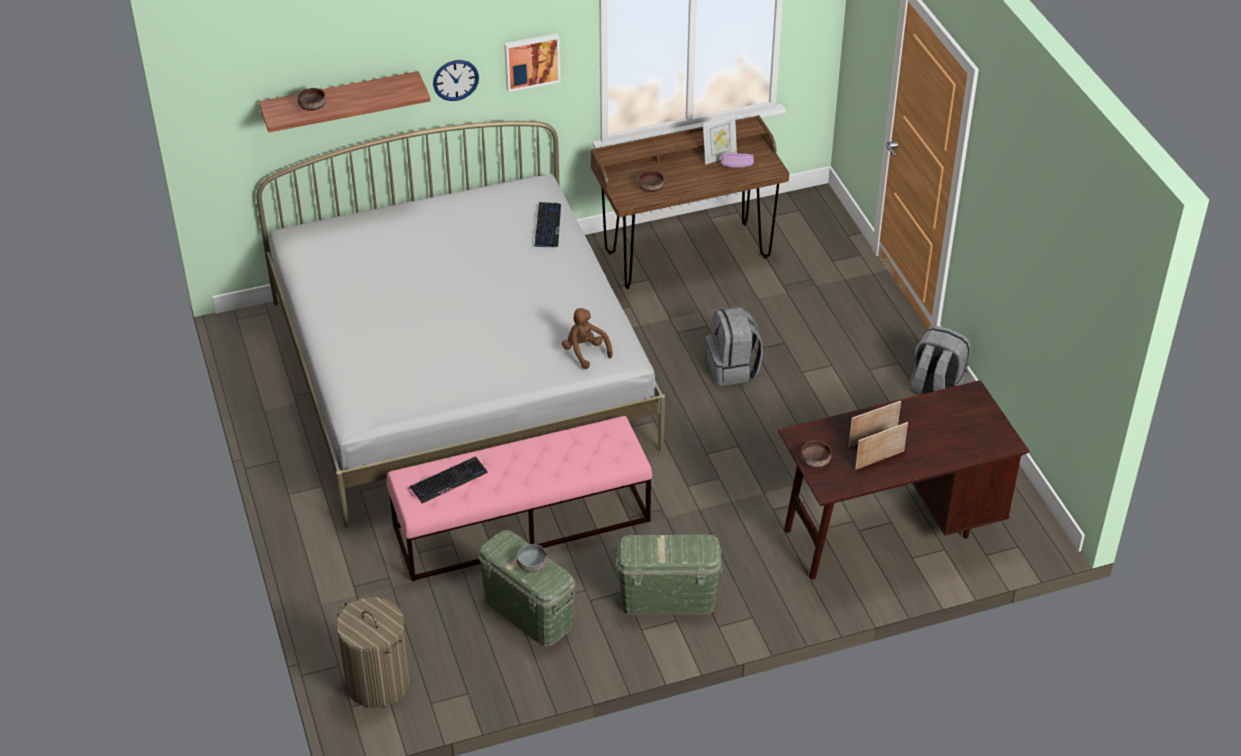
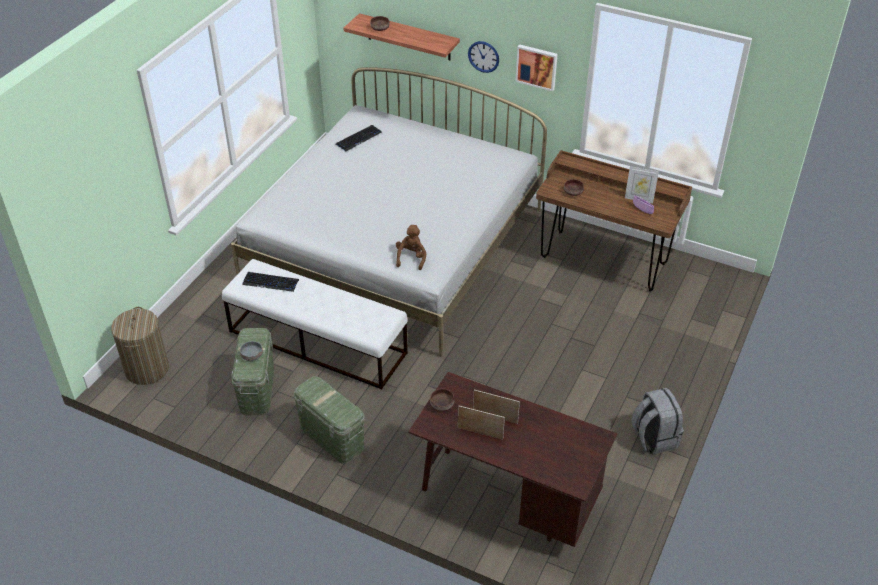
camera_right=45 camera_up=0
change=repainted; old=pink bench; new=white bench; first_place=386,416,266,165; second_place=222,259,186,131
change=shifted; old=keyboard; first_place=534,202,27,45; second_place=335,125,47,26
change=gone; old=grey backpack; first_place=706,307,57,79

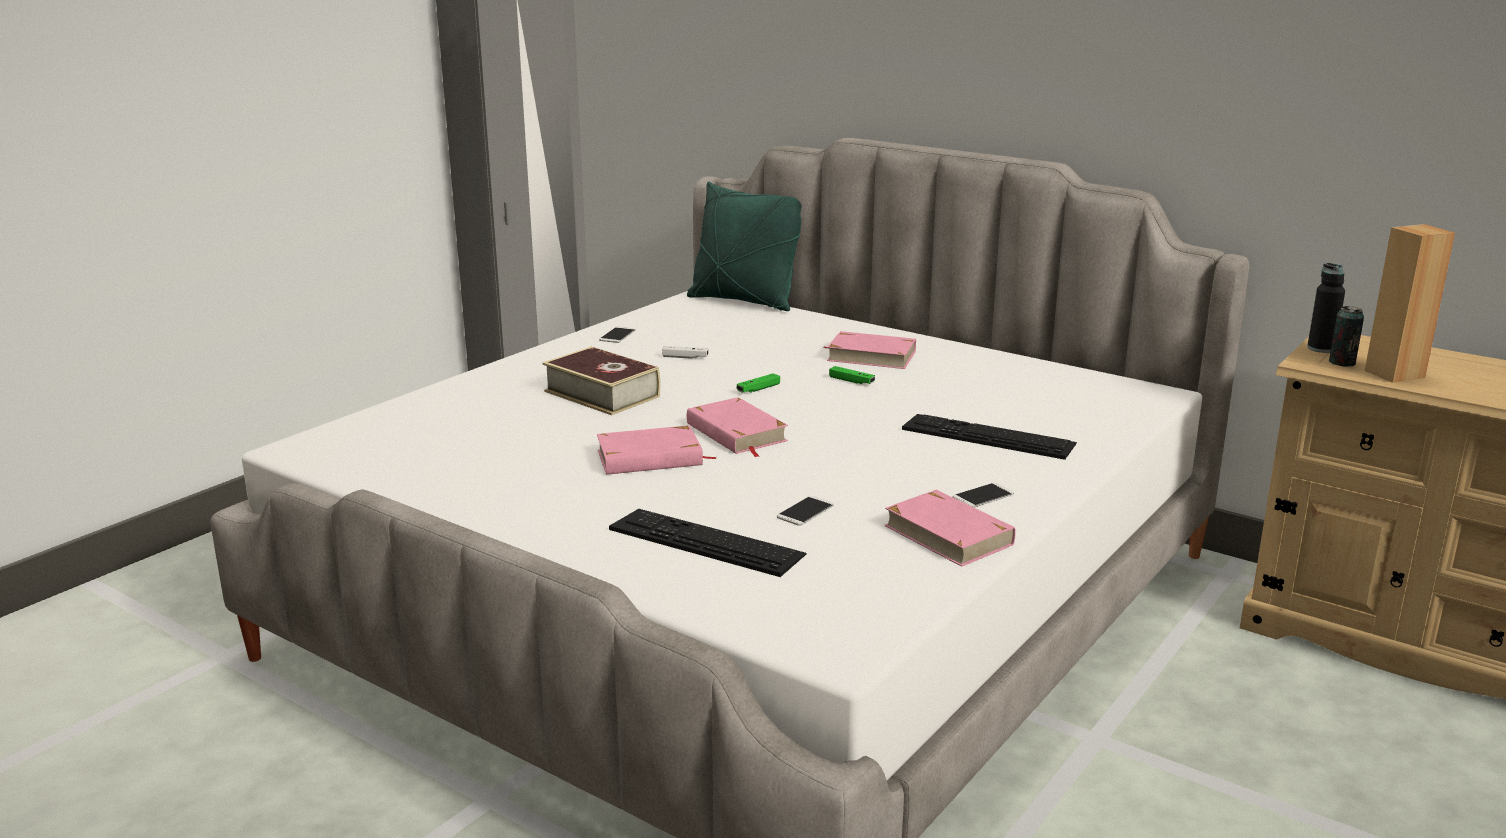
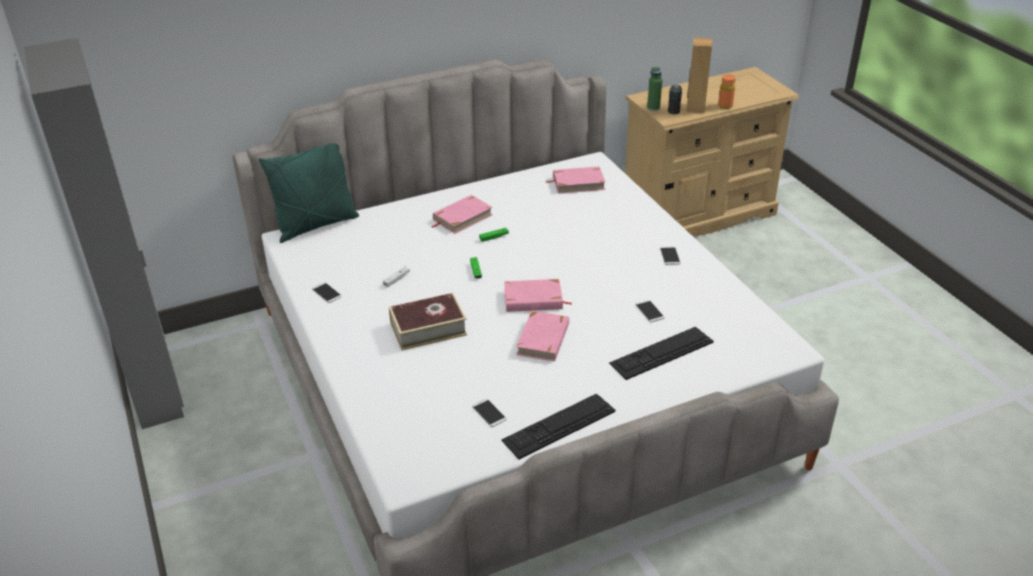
camera_right=-60 camera_up=15
change=new; new=phone; second_place=472,399,34,28
change=shifted; old=keyboard; first_place=902,414,175,46; second_place=501,394,114,65
change=shifted; old=pink book; first_place=885,490,131,77; second_place=546,166,60,28
change=repainted; old=black bottle; new=green bottle; first_place=1307,263,38,90; second_place=647,67,15,44
change=new; new=orange bottle; second_place=718,75,18,34

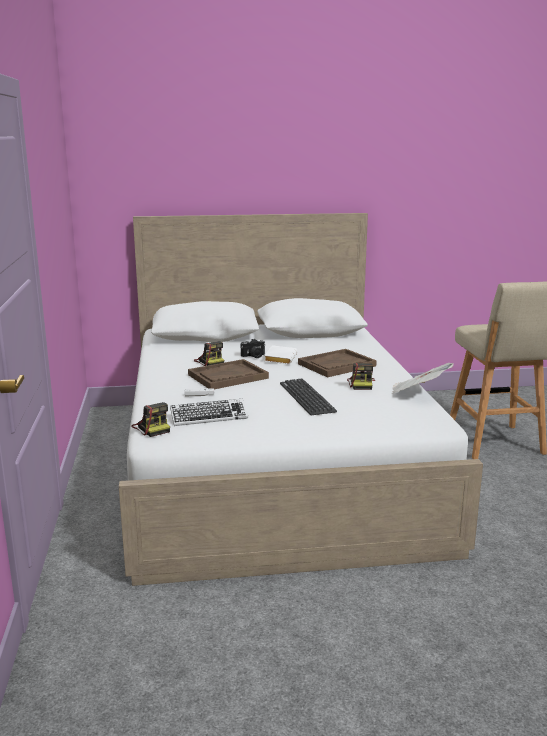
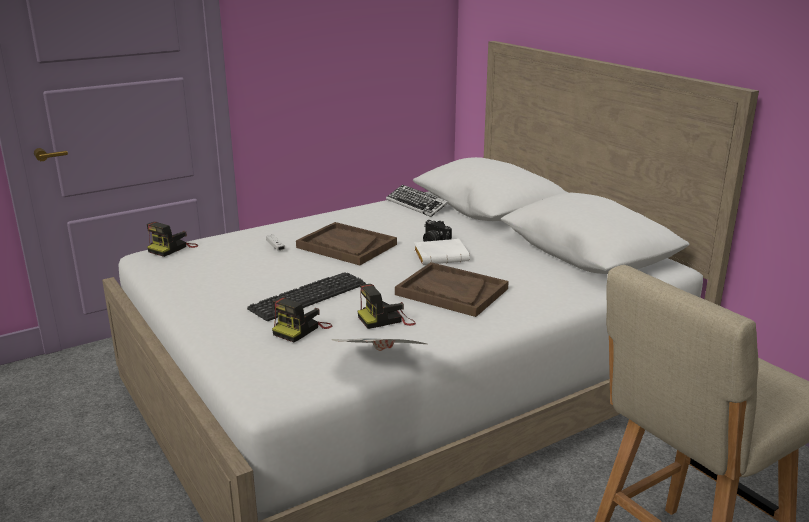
camera_right=65 camera_up=5
change=shifted; old=photo camera; first_place=194,341,30,25; second_place=272,297,60,45
change=shifted; old=keyboard; first_place=170,399,78,27; second_place=386,185,63,32

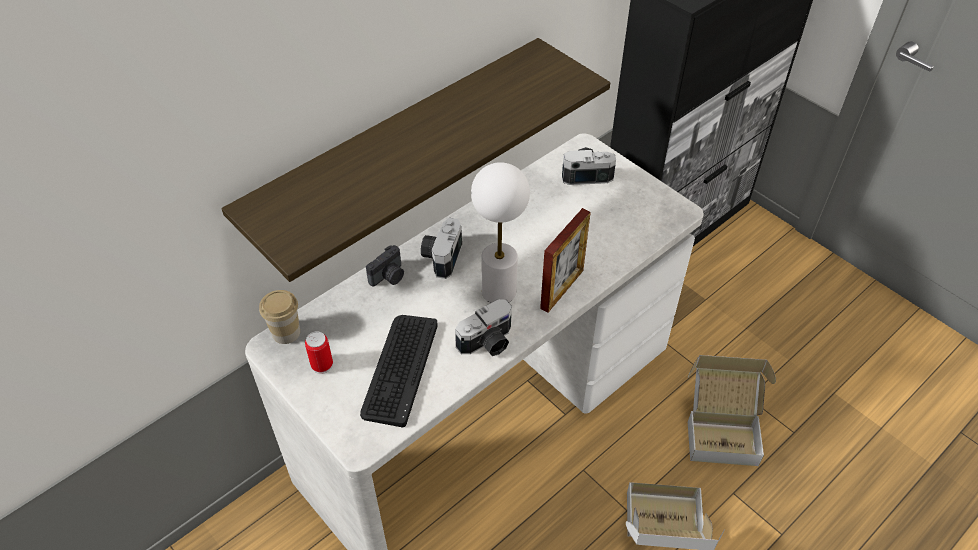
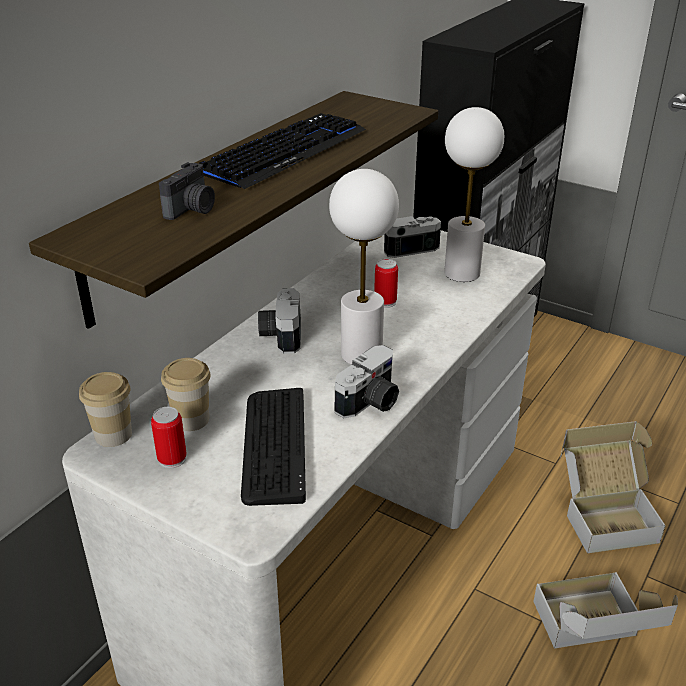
camera_right=-15 camera_up=-15
change=shifted; old=photo camera; first_place=366,245,38,42; second_place=159,162,56,58
change=new; new=cup; second_place=161,358,50,73
change=new; new=keyboard; second_place=199,113,167,76
change=new; new=can; second_place=374,259,24,49
change=new; new=white table lamp; second_place=444,107,60,175
change=gone; old=picture frame; first_place=540,208,51,105

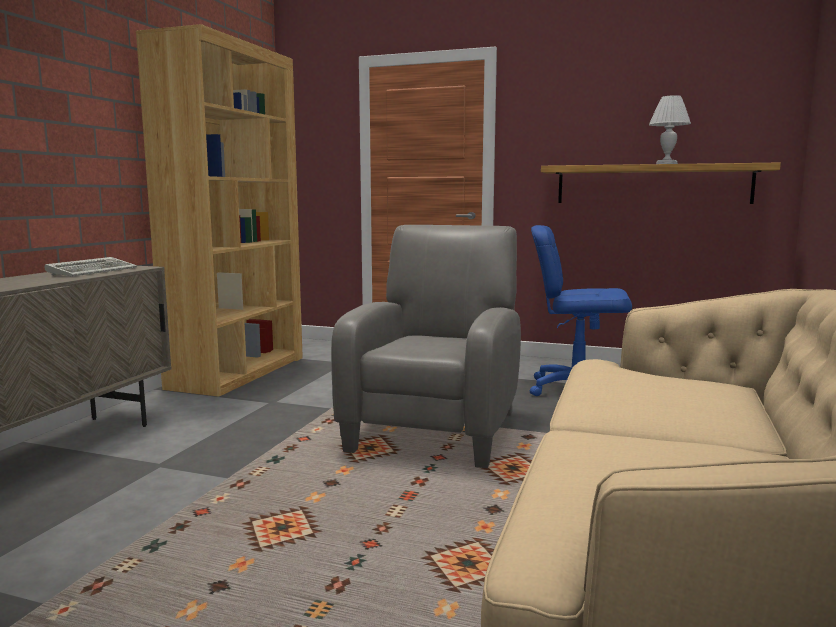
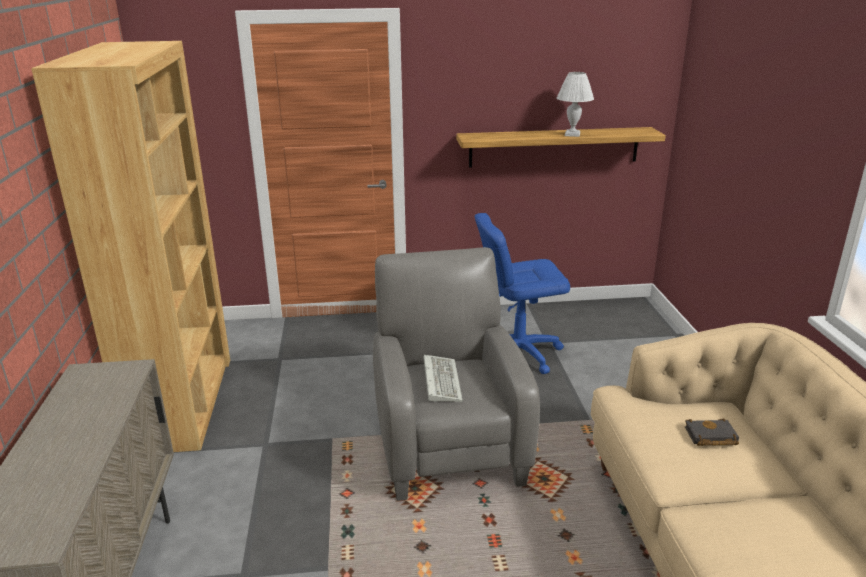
camera_right=-25 camera_up=15
change=shifted; old=keyboard; first_place=45,257,92,20; second_place=424,355,39,47
change=new; new=black book; second_place=685,419,54,27

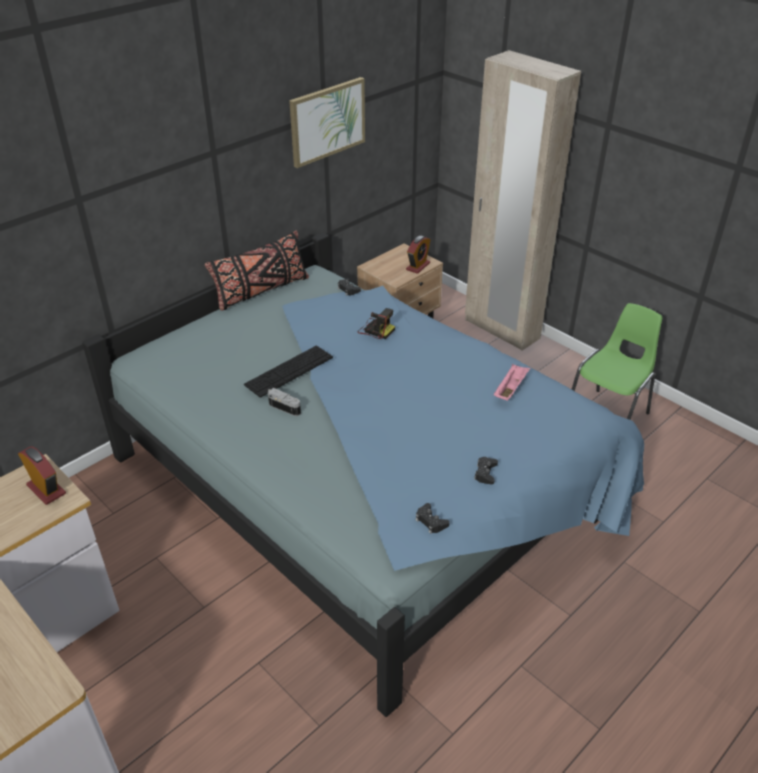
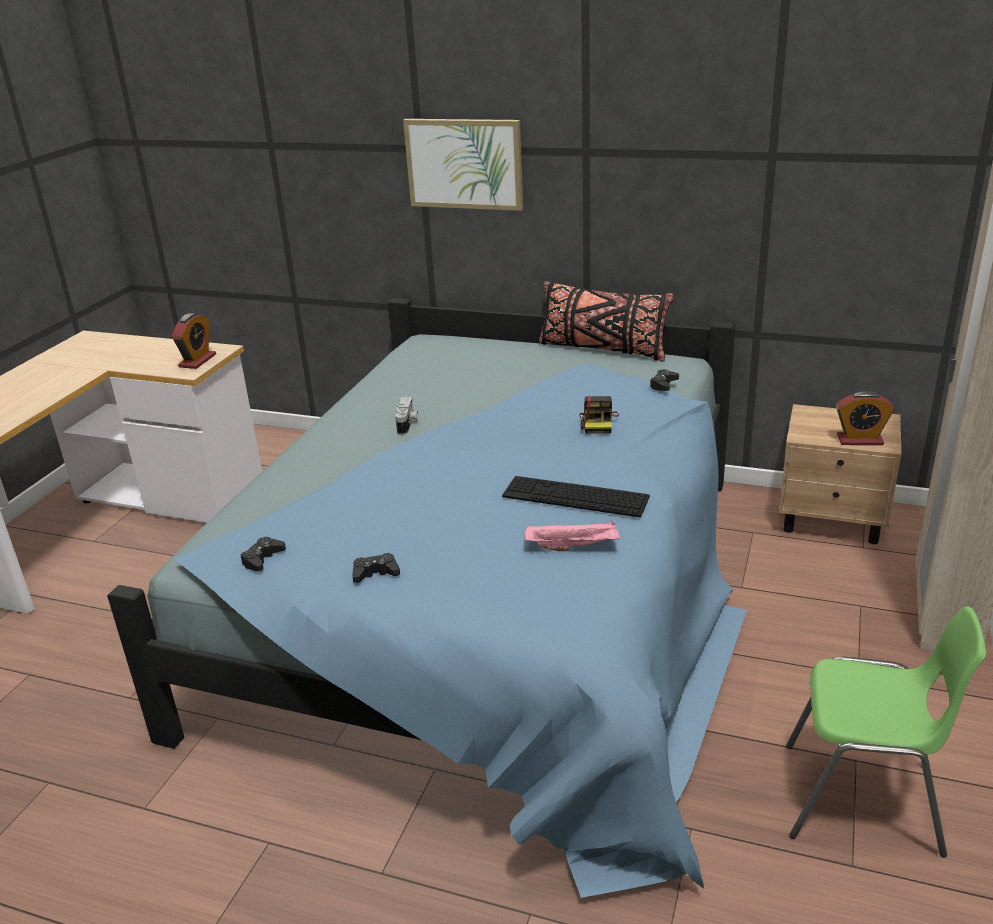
camera_right=65 camera_up=-10
change=shifted; old=picture; first_place=289,77,76,91; second_place=403,119,120,92
change=shifted; old=keyboard; first_place=244,346,89,52; second_place=502,476,148,41

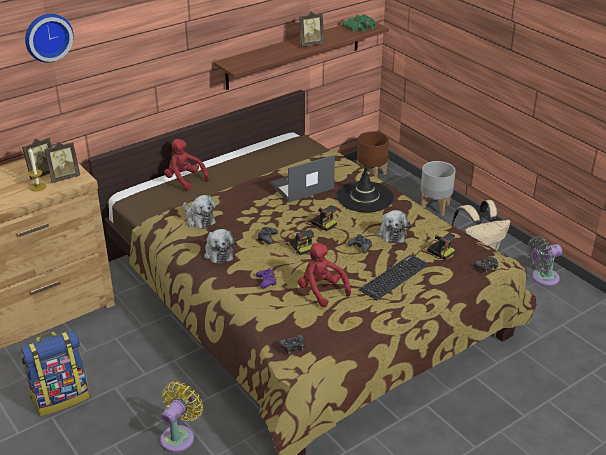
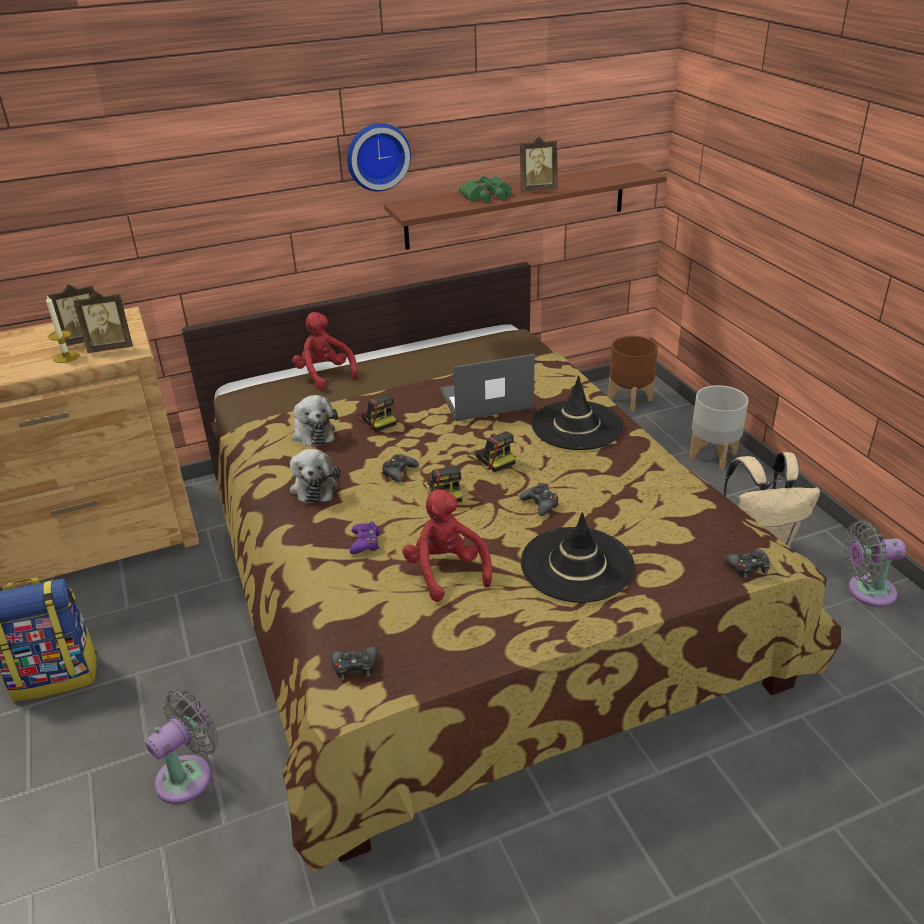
camera_right=15 camera_up=0
change=repainted; old=yellow fan; new=grey fan; first_place=160,382,43,71; second_place=145,688,74,116
change=shifted; old=wall clock; first_place=25,14,49,49; second_place=347,123,64,68
change=shifted; old=photo camera; first_place=421,233,34,27; second_place=355,394,42,38
change=shifted; old=green binoculars; first_place=342,14,34,18; second_place=459,176,53,27
change=swapped; old=keyboard; new=black hat; first_place=359,255,69,45; second_place=521,512,114,91
change=gone; old=plush toy; first_place=378,210,33,33

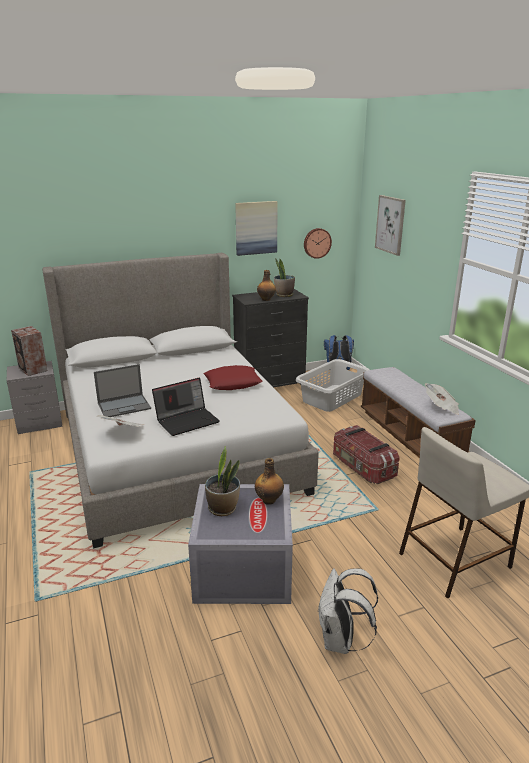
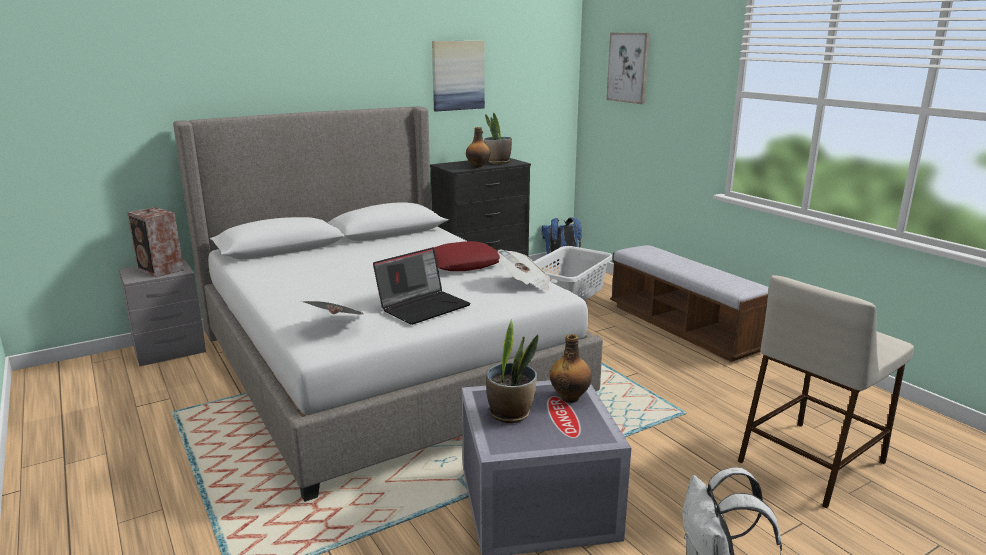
camera_right=-10 camera_up=-5
change=shifted; old=newspaper; first_place=425,383,34,32; second_place=498,249,52,42
change=gone; old=laptop; first_place=94,364,57,53
change=gone; old=wall clock; first_place=304,228,28,31
change=gone; old=storage box; first_place=333,425,67,59

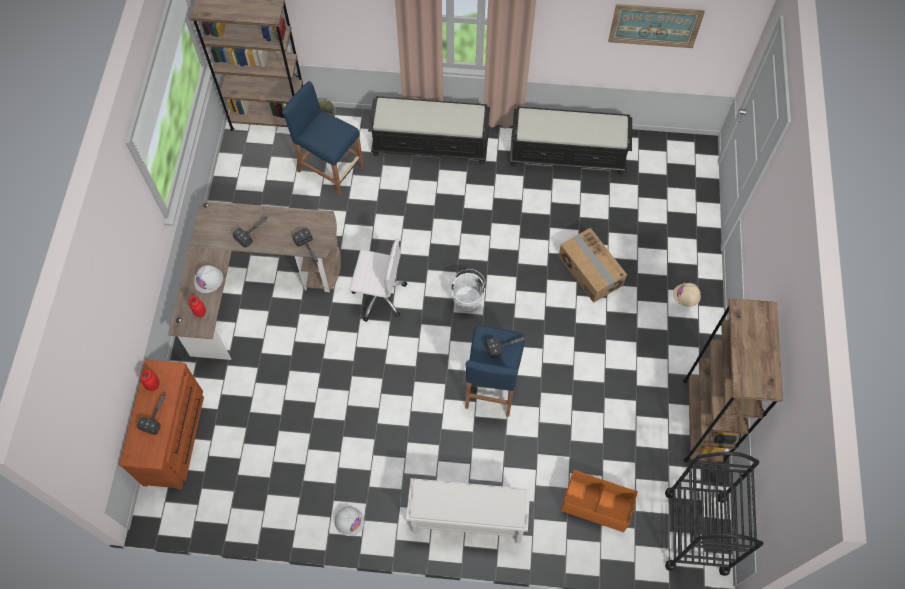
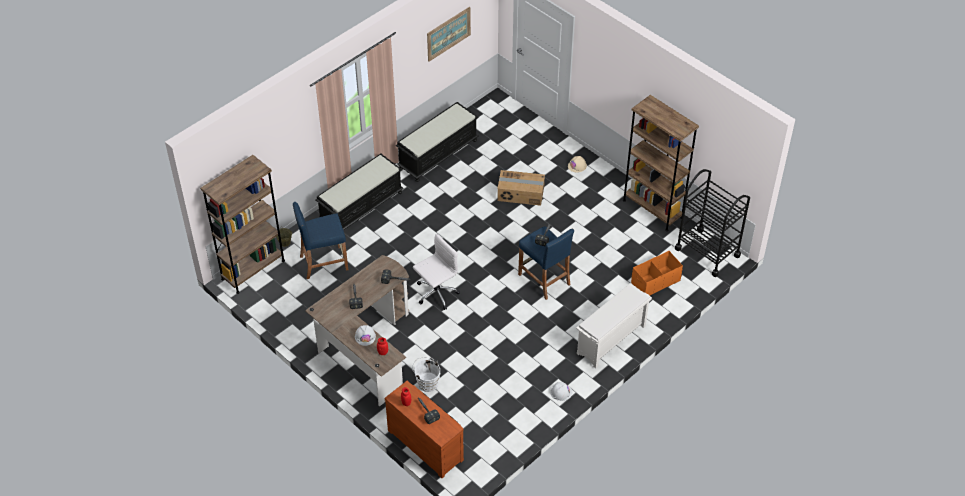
camera_right=-50 camera_up=-15
change=shifted; old=white bucket; first_place=450,269,37,44; second_place=412,357,28,35

